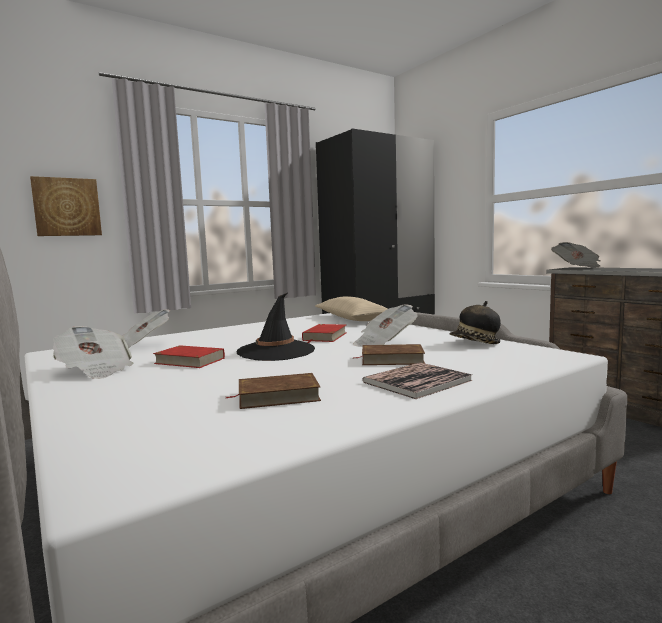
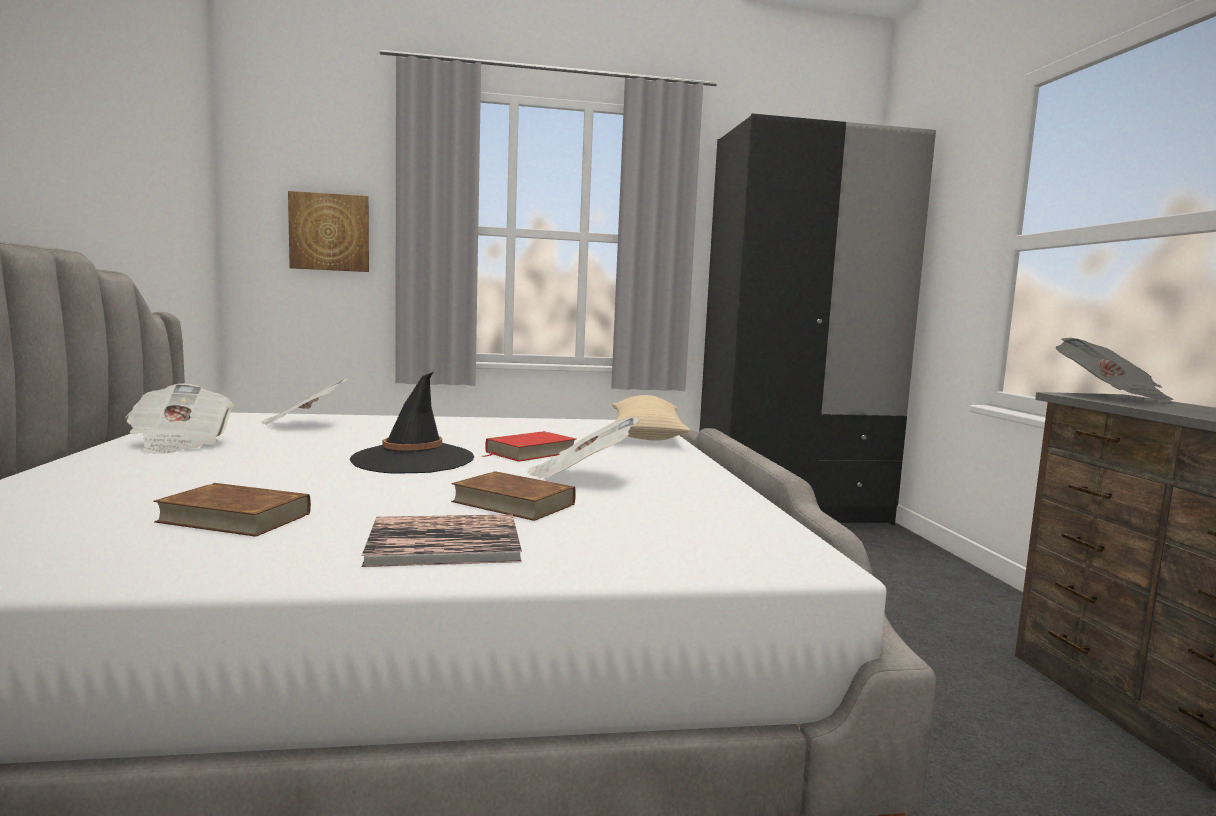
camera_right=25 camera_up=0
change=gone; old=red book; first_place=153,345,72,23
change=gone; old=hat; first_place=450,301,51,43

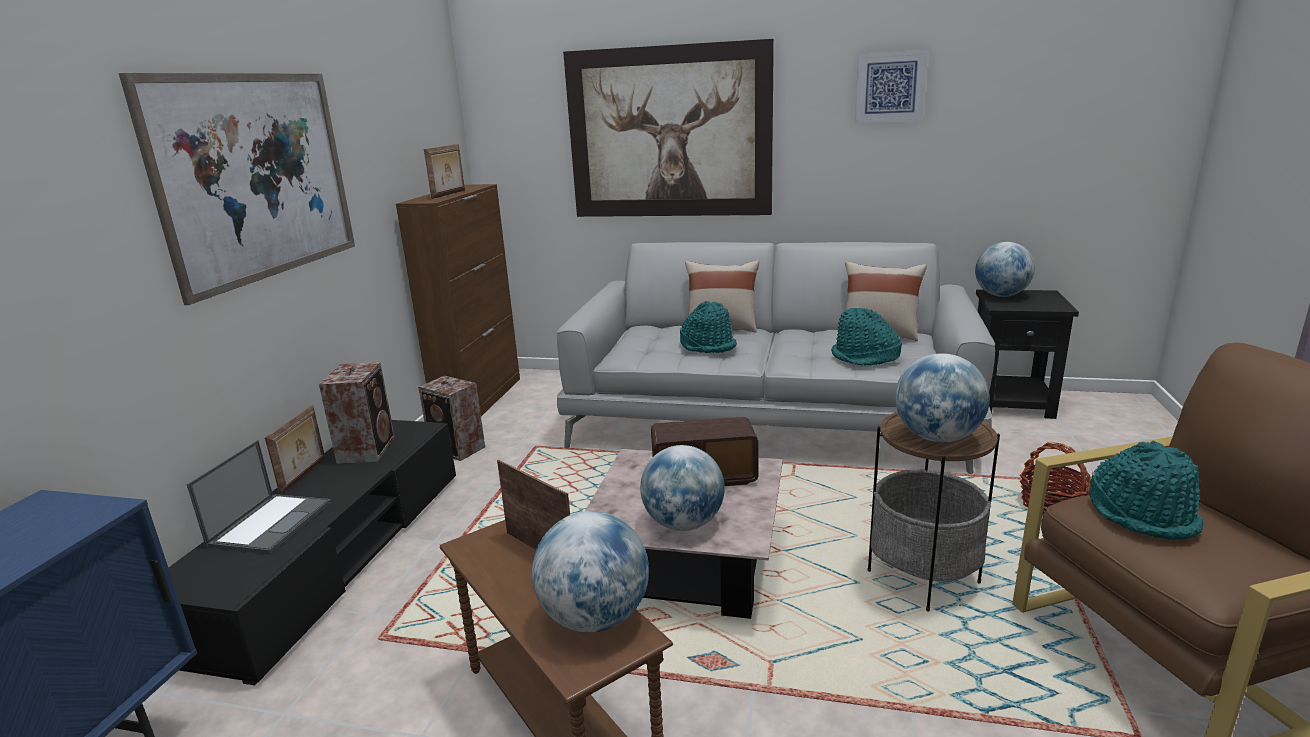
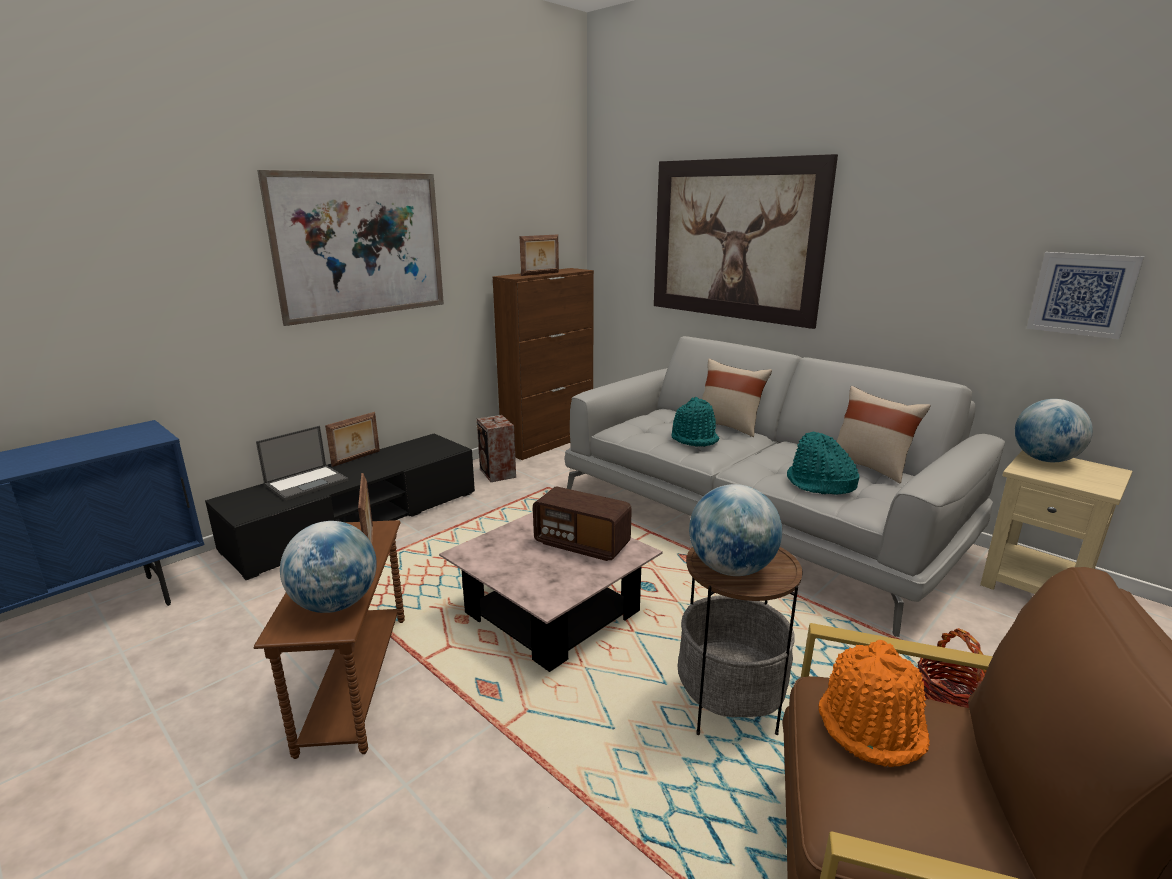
camera_right=30 camera_up=0
change=repainted; old=turquoise hat; new=orange hat; first_place=1089,441,114,99; second_place=818,640,112,127
change=repainted; old=black side table; new=beige side table; first_place=976,290,103,129; second_place=980,450,153,144
change=shifted; old=picture; first_place=855,50,73,73; second_place=1026,252,118,87
change=gone; old=speaker; first_place=319,362,76,102
change=gone; old=globe; first_place=640,445,85,86

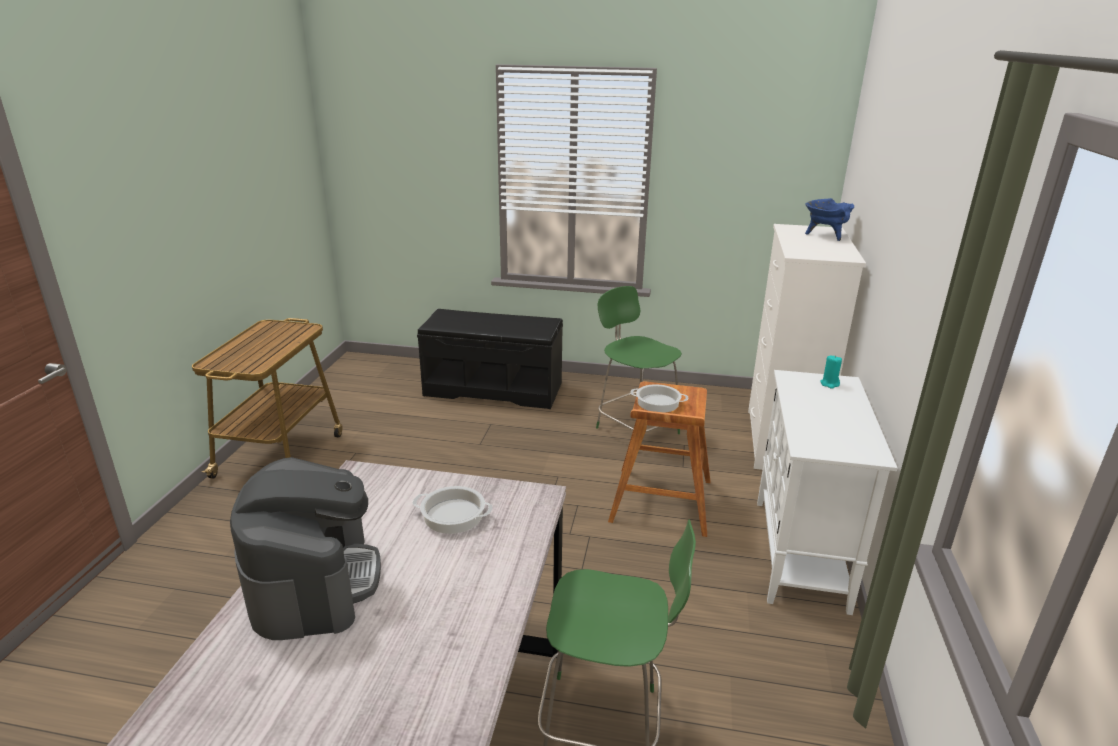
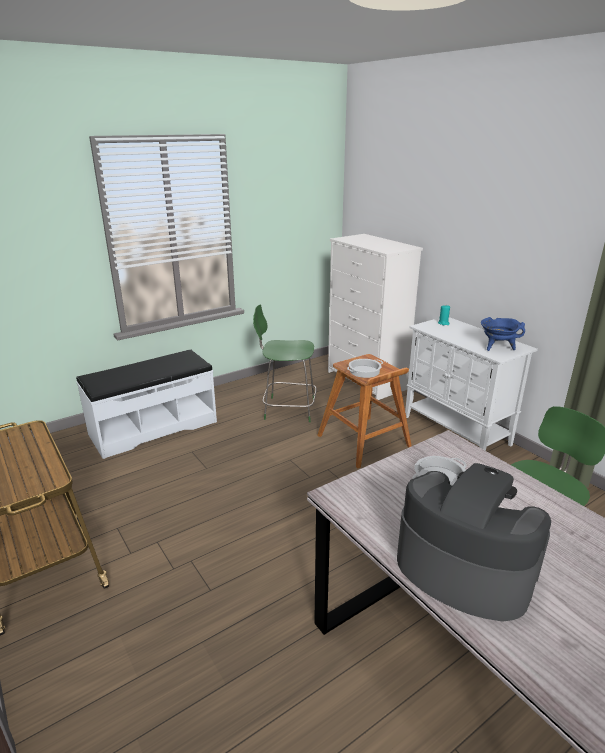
camera_right=-45 camera_up=0
change=repainted; old=black bench; new=white bench; first_place=417,309,146,100; second_place=76,349,141,110
change=shifted; old=blue cooking pot; first_place=805,198,49,43; second_place=481,317,44,34

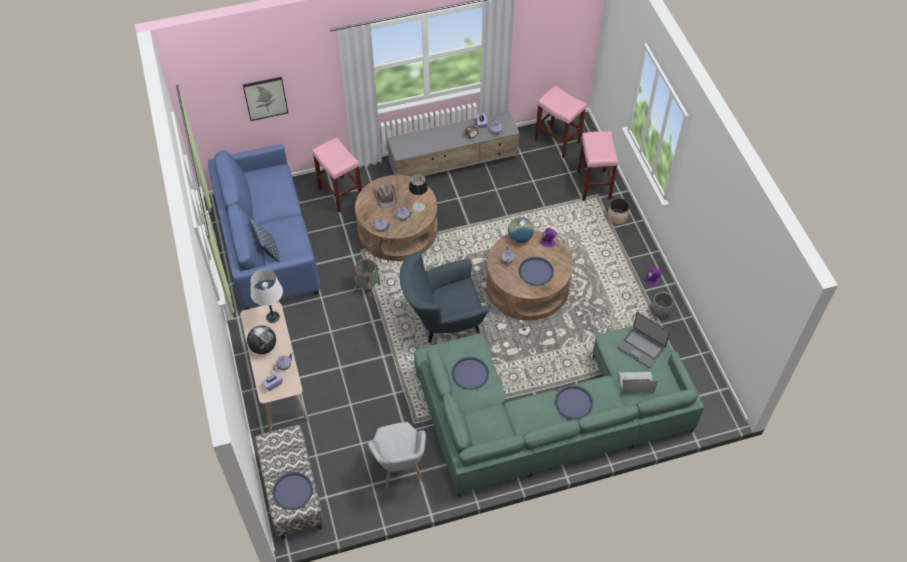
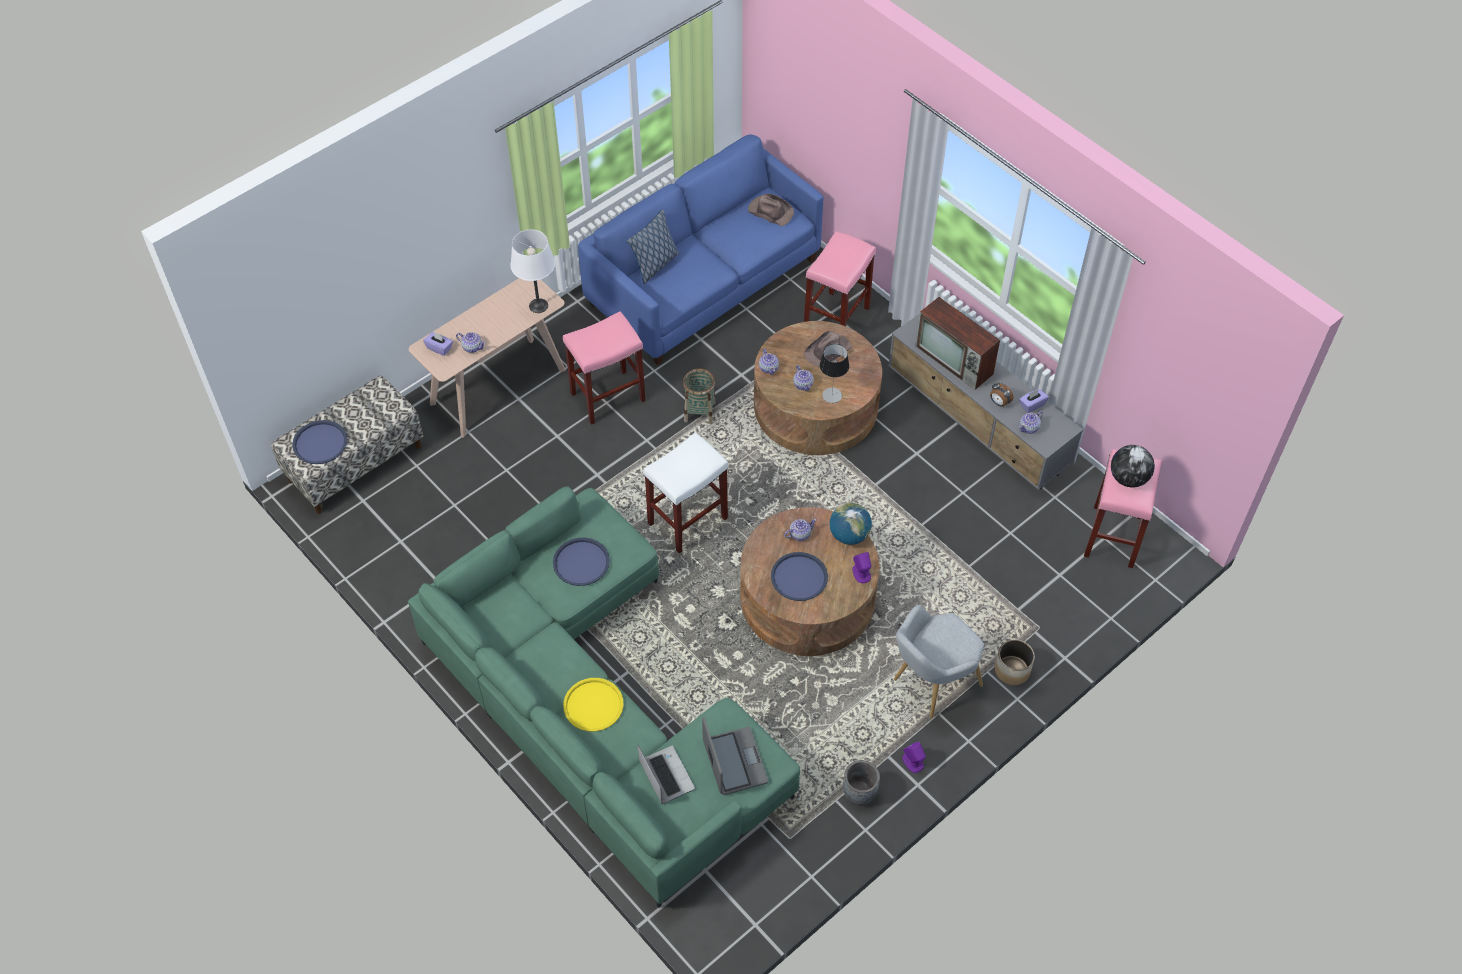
camera_right=65 camera_up=0
change=shifted; old=pink stool; first_place=577,131,41,70; second_place=563,311,83,114
change=repainted; old=blue tray; new=yellow tray; first_place=555,385,38,34; second_place=563,678,61,54
change=swapped; old=blue armchair; new=white stool; first_place=400,252,89,91; second_place=643,432,85,121
change=rotated; old=laptop; first_place=617,312,53,56; second_place=702,717,66,78; degrees=150
change=new; new=brown hat; second_place=748,194,46,32
change=shifted; old=grey armchair; first_place=368,422,58,67; second_place=894,605,91,113
change=new; new=television; second_place=915,297,85,93
change=shifted; old=globe; first_place=247,325,29,29; second_place=1111,445,44,42
change=gone; old=picture; first_place=243,77,45,44

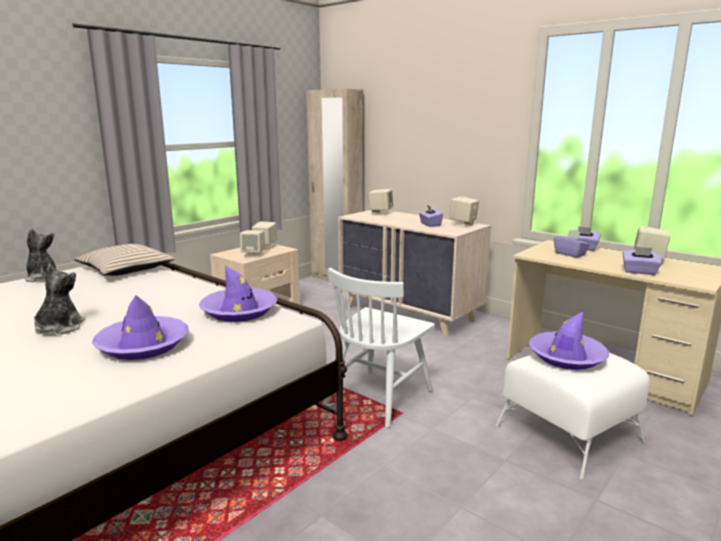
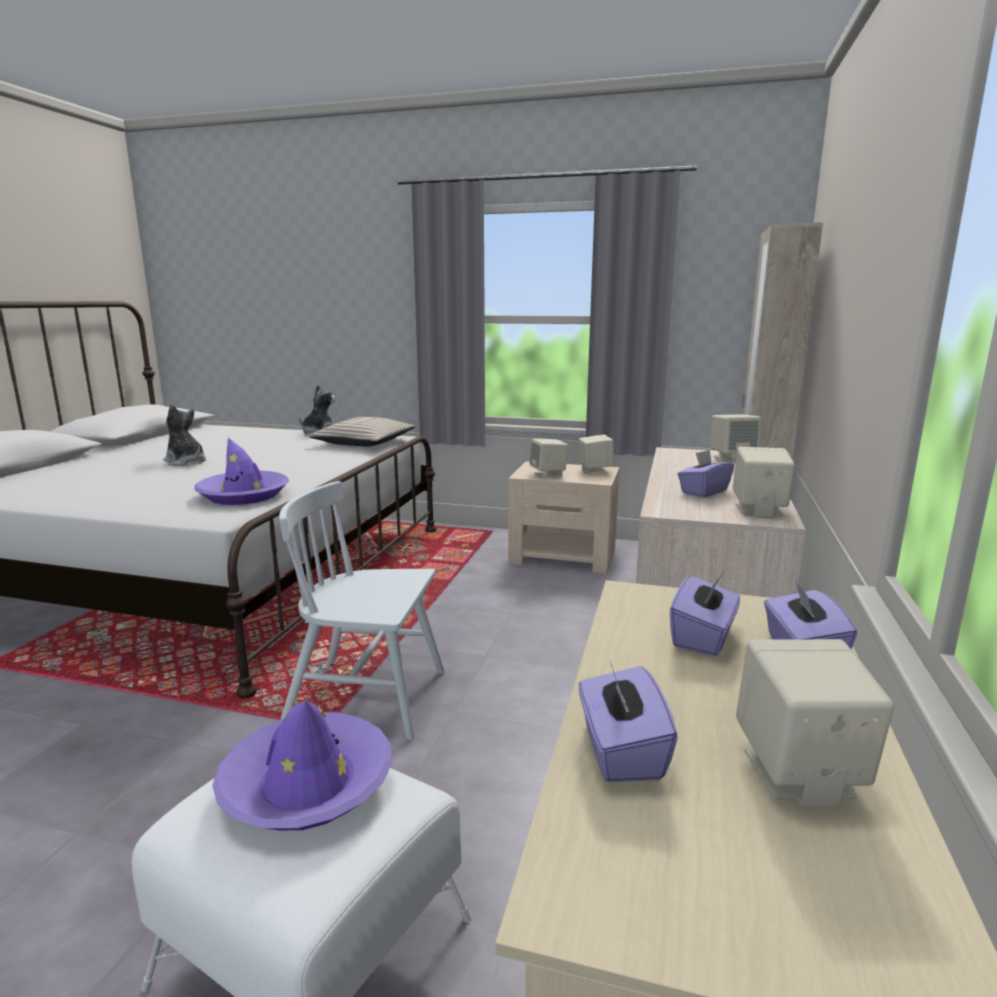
camera_right=65 camera_up=0
change=rotated; old=plush toy; first_place=34,264,52,70; second_place=163,404,43,62; degrees=-120
change=gone; old=purple hat; first_place=92,295,97,65

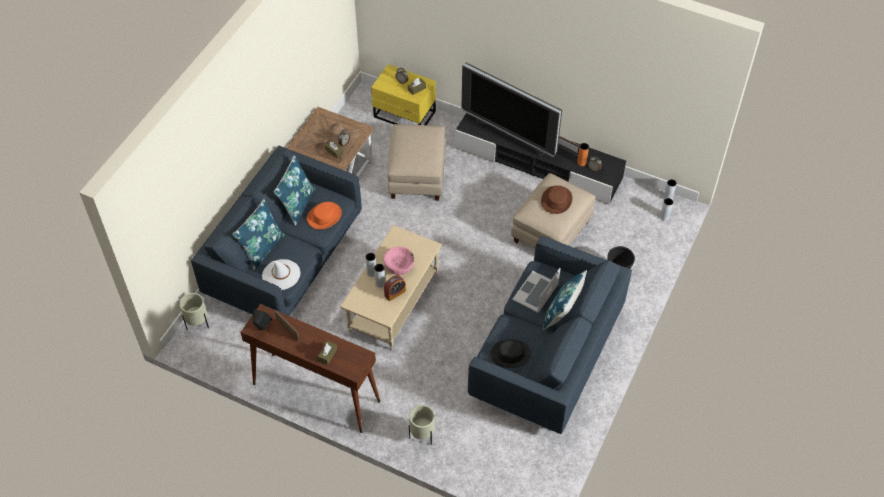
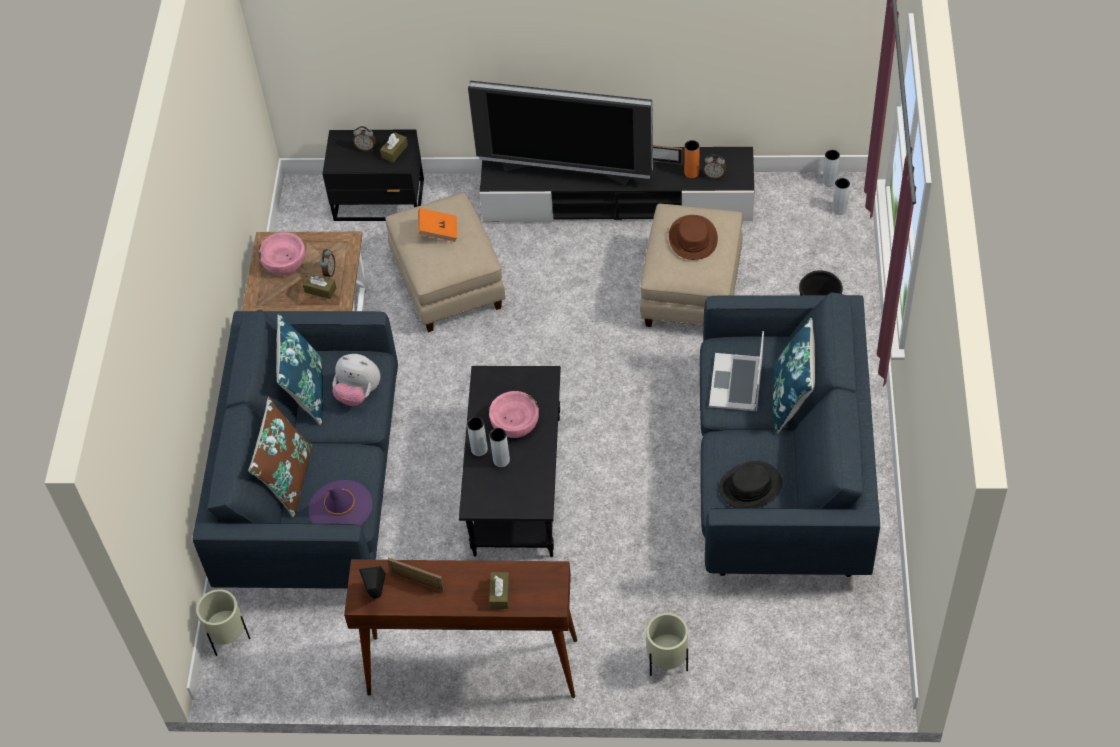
camera_right=-20 camera_up=0
change=repainted; old=blue pillow; new=brown pillow; first_place=232,198,53,73; second_place=248,397,65,121
change=new; new=pink bowl; second_place=258,232,47,43
change=repainted; old=white hat; new=purple hat; first_place=262,259,39,31; second_place=309,480,63,46
change=repainted; old=yellow nightstand; new=black nightstand; first_place=371,64,65,61; second_place=323,129,101,92
change=swapped; old=orange hat; new=plush toy; first_place=307,202,35,27; second_place=332,354,49,52
change=new; new=orange book; second_place=418,208,39,34
change=repainted; old=beige coffee table; new=black coffee table; first_place=340,225,102,125; second_place=459,366,102,191
change=gone; old=alarm clock; first_place=384,275,22,26

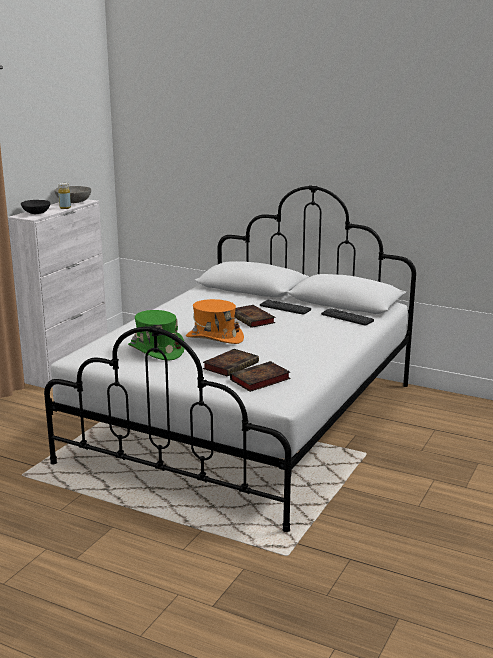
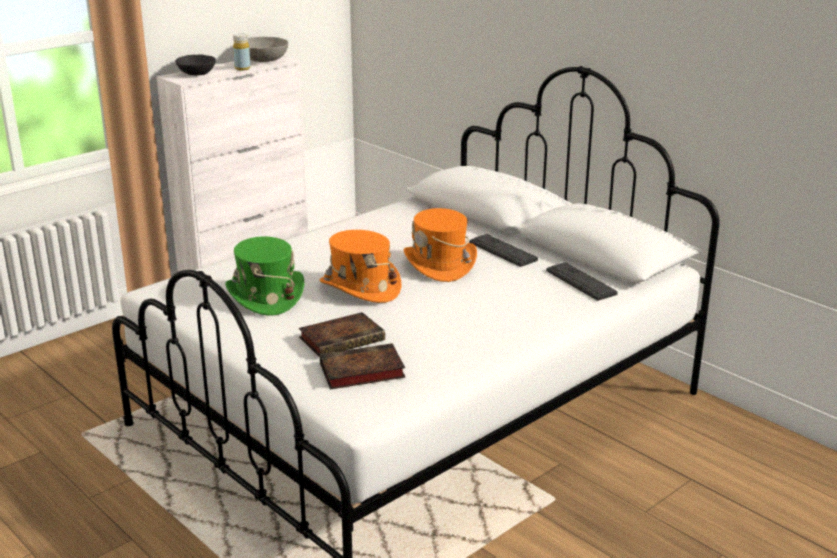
camera_right=20 camera_up=5
change=swapped; old=book; new=orange hat; first_place=234,305,41,23; second_place=404,208,73,74

